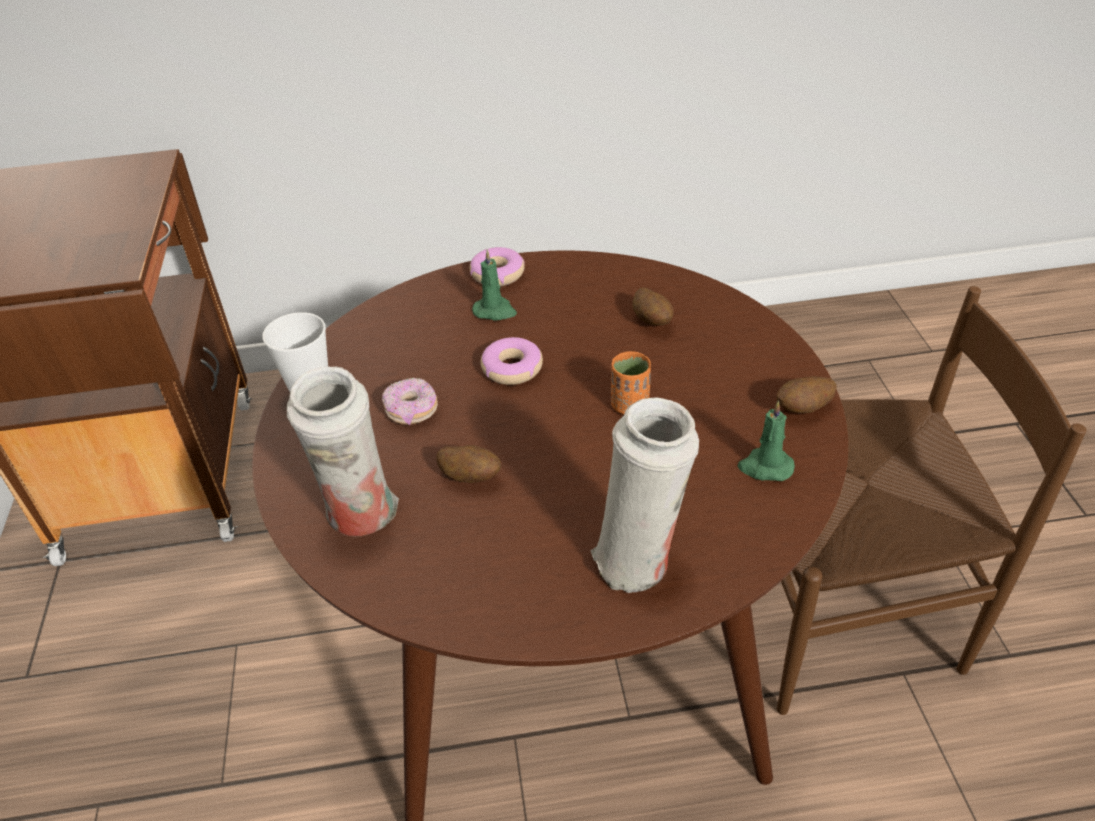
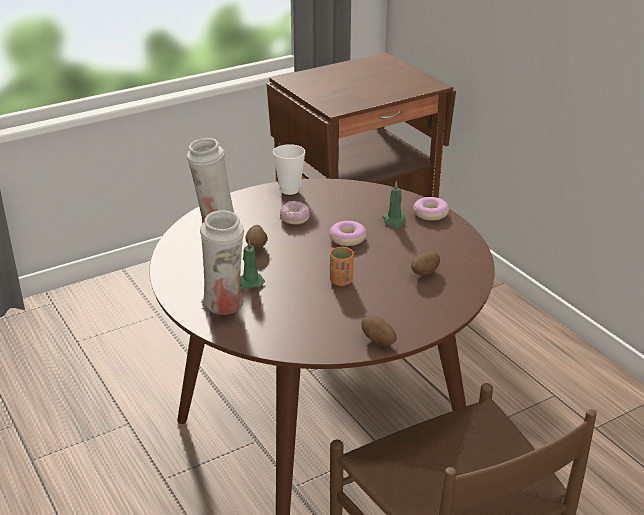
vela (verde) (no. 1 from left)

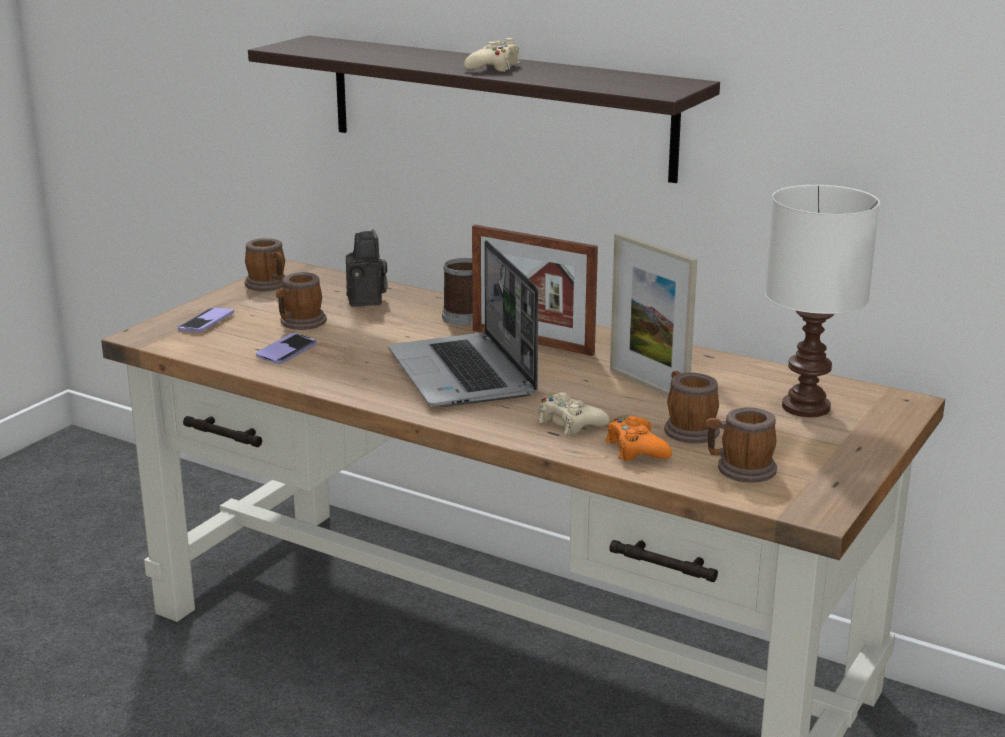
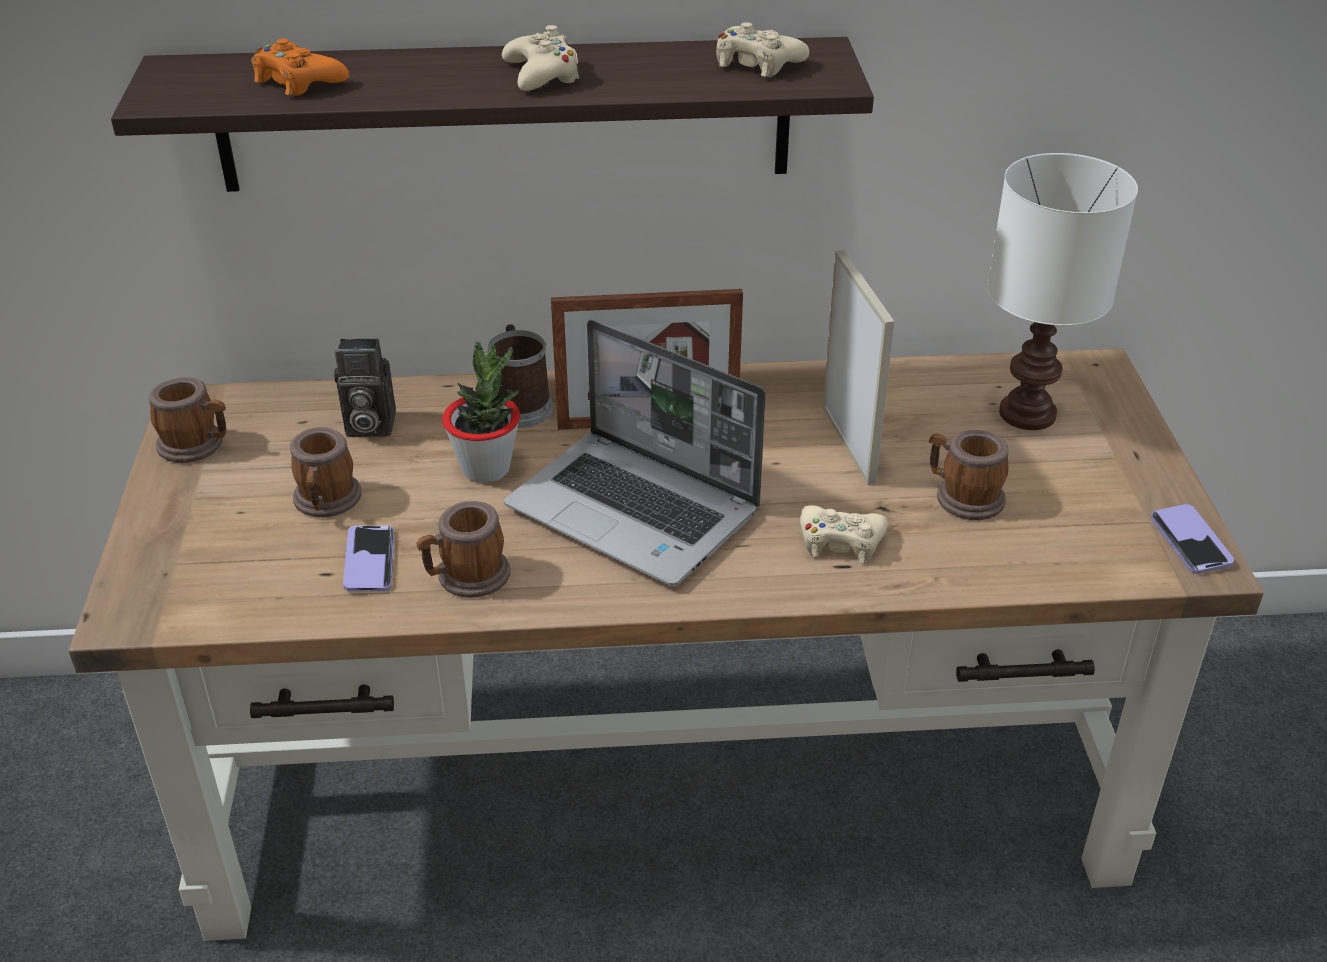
cámara
portarretratos (no. 2 from left)
móvil (no. 2 from left)
taza grande (no. 3 from left)
mando de consola (naranja)
mando de consola (beis) (no. 2 from left)
planta en maceta

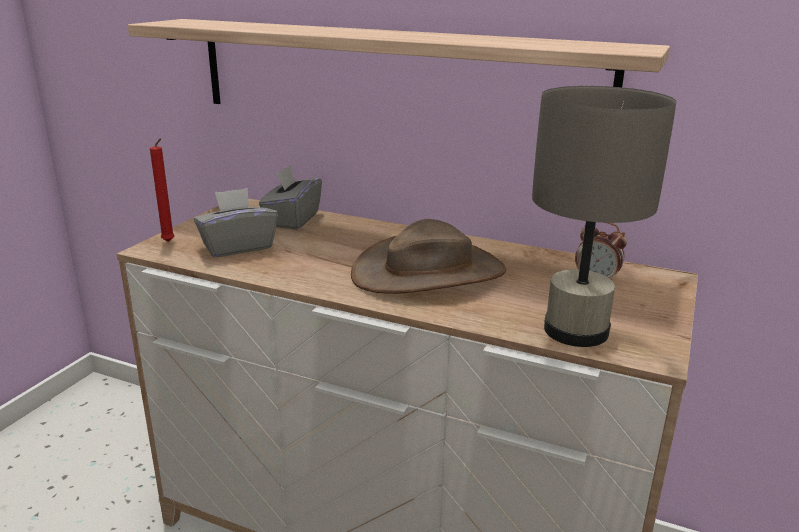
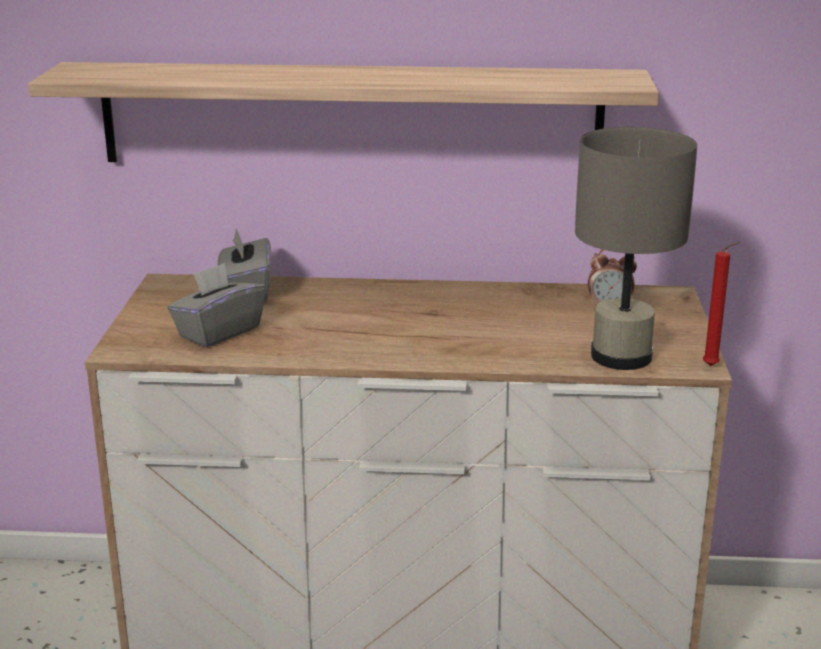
vela (rojo)
sombrero (marrón)

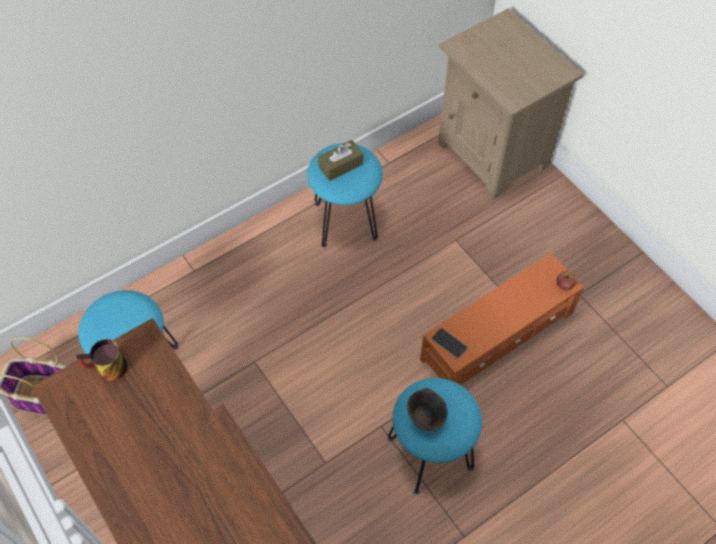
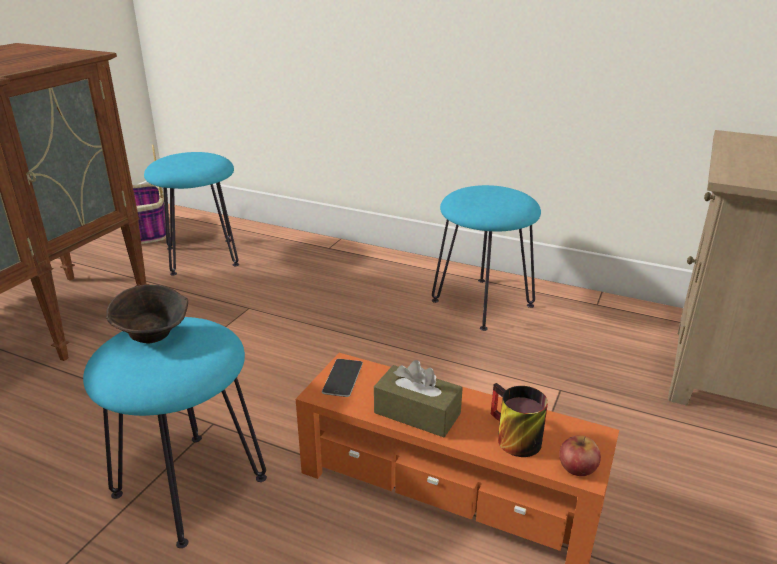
caja de pañuelos (marrón)
taza grande

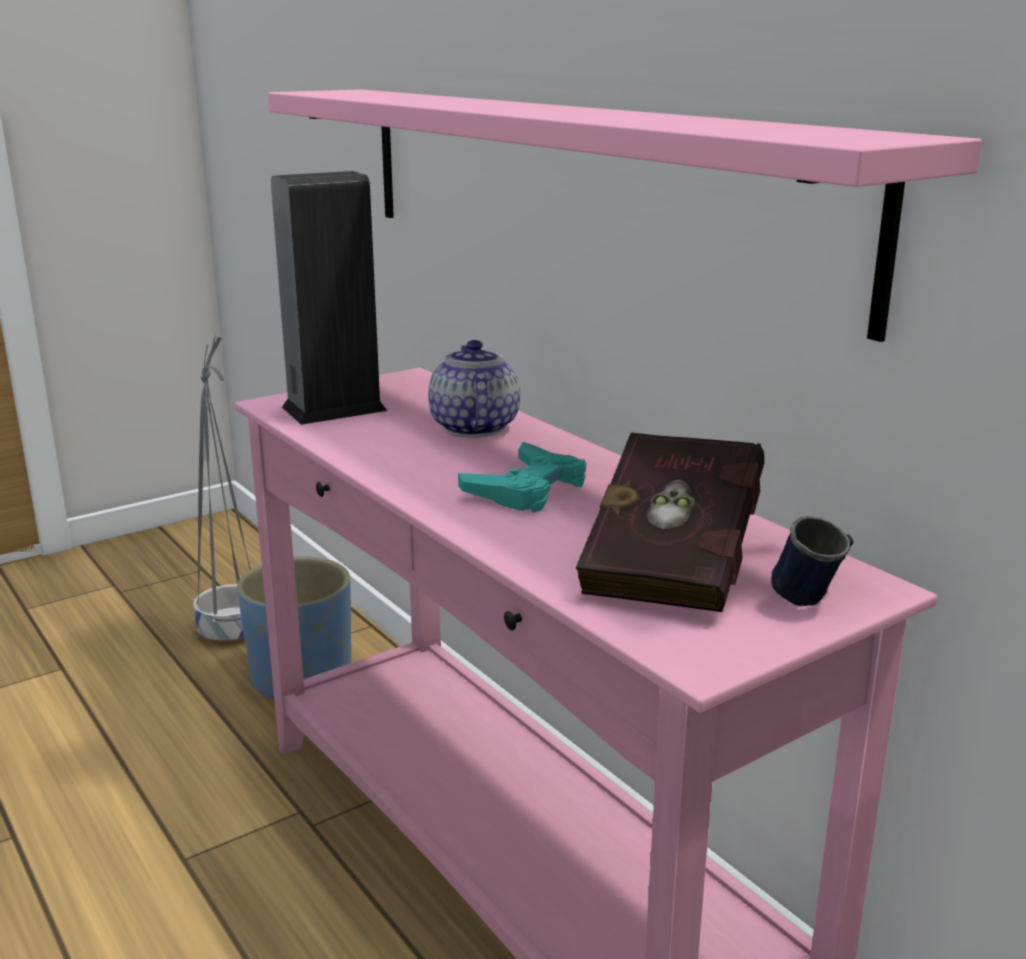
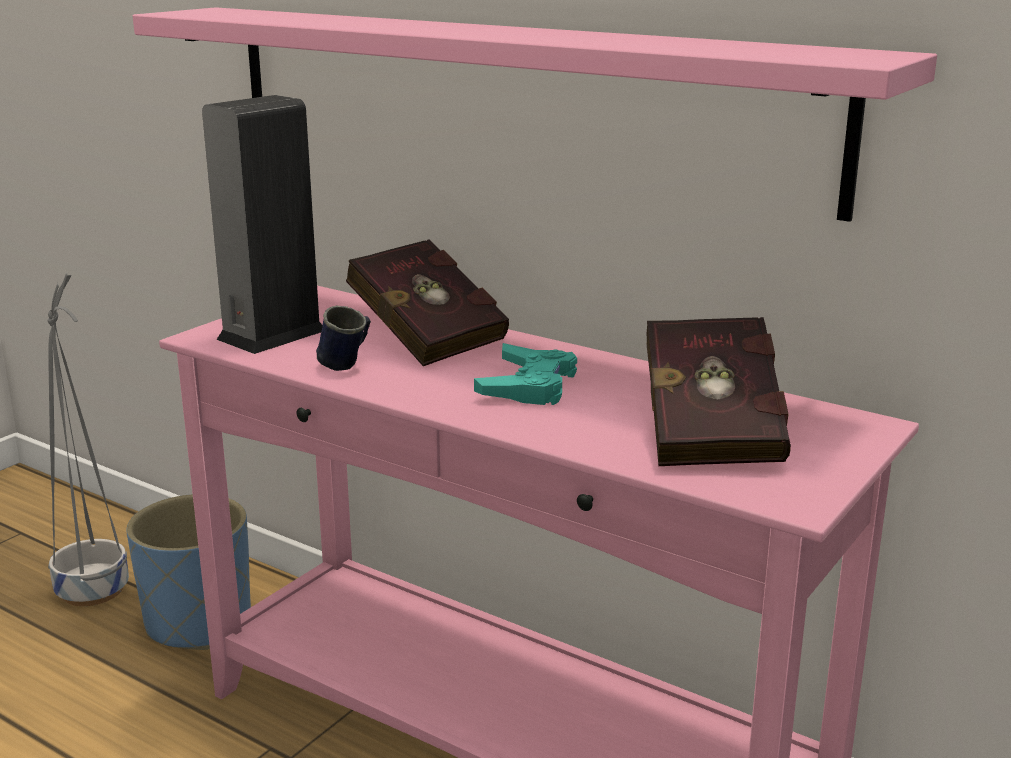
libro (rojo) (no. 1 from left)
taza grande (azul)

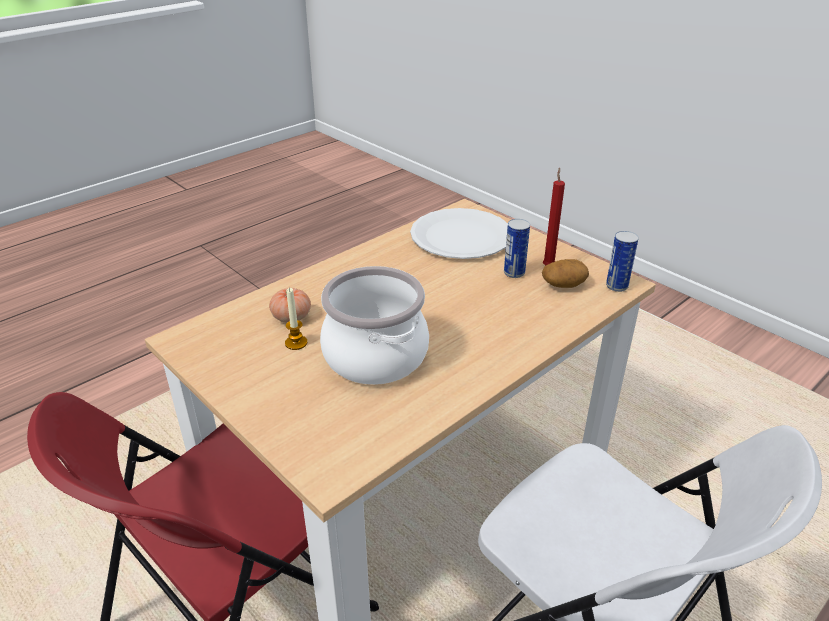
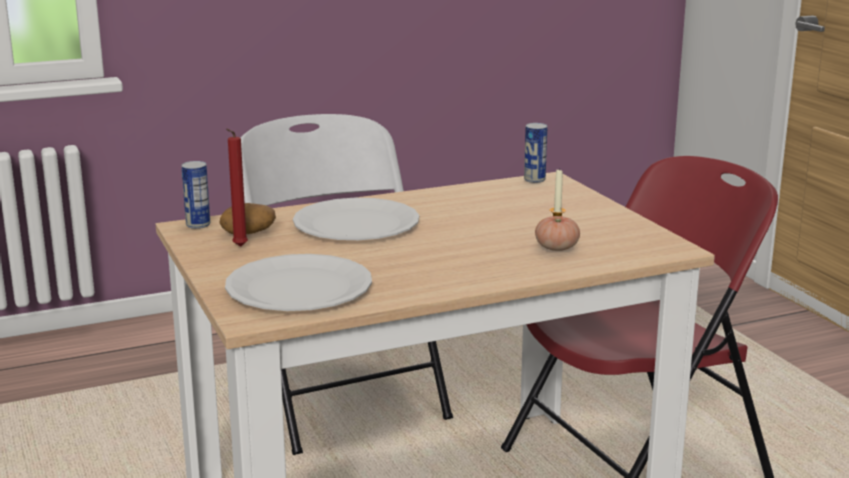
lata (no. 2 from left)
olla
plato (blanco) (no. 2 from left)

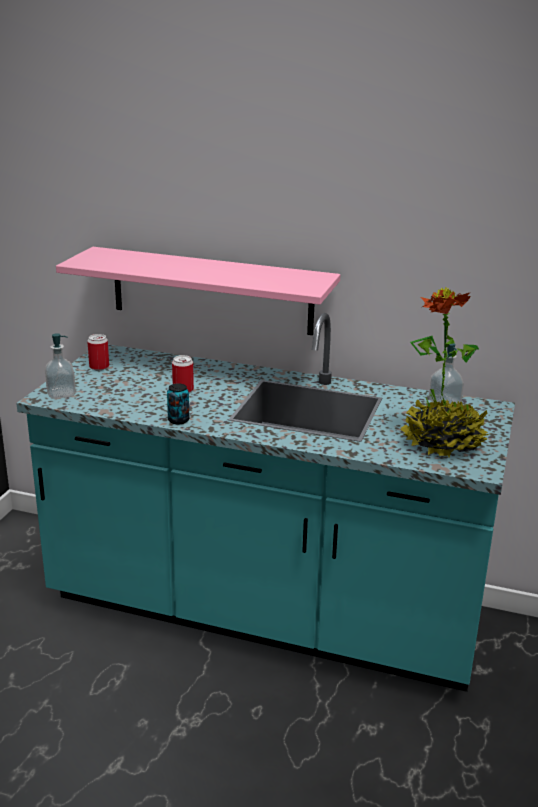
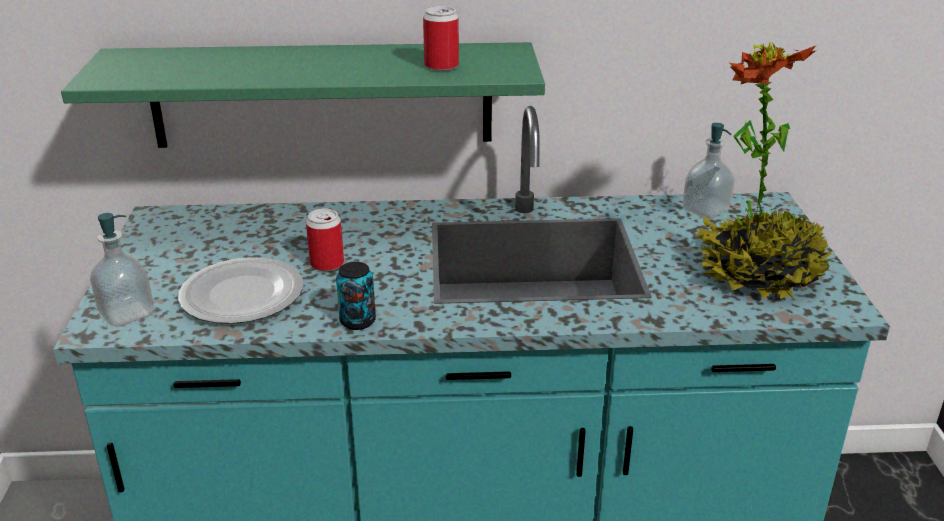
estante (verde)
lata (no. 3 from left)
plato

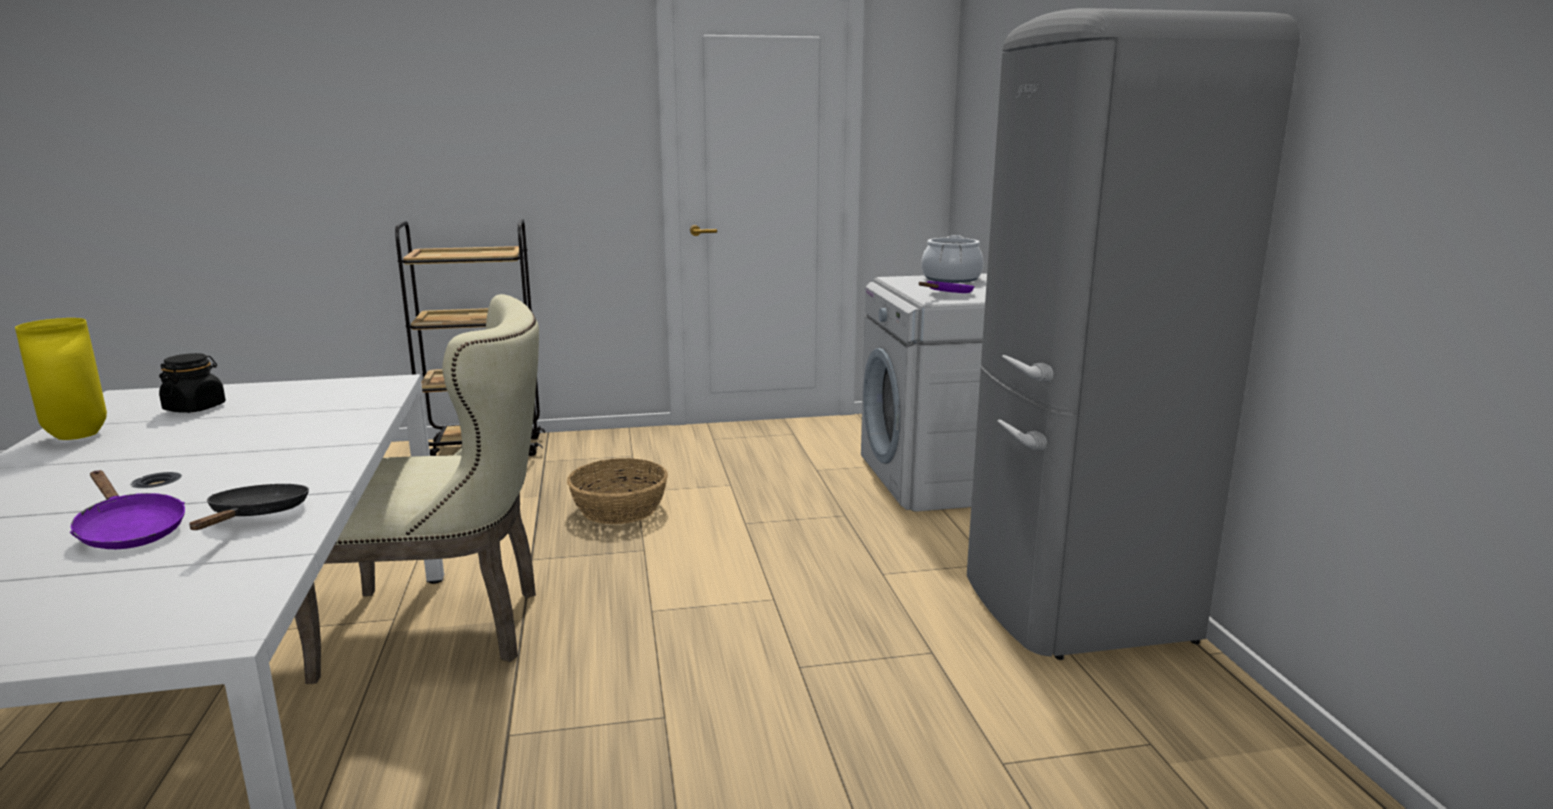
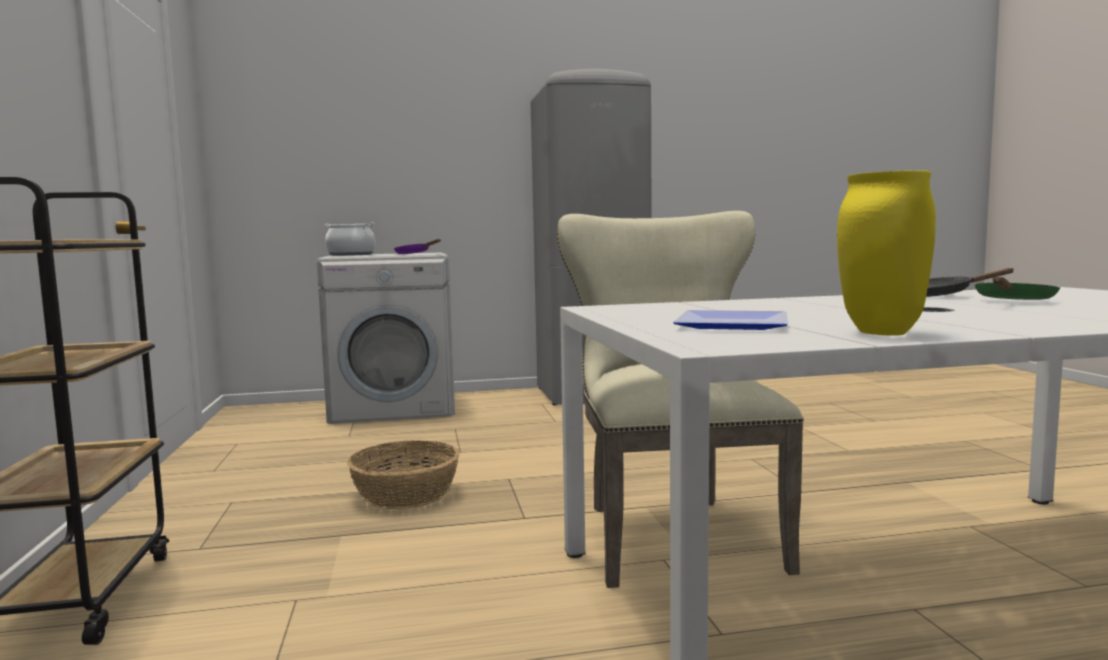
plato
sartén (verde)

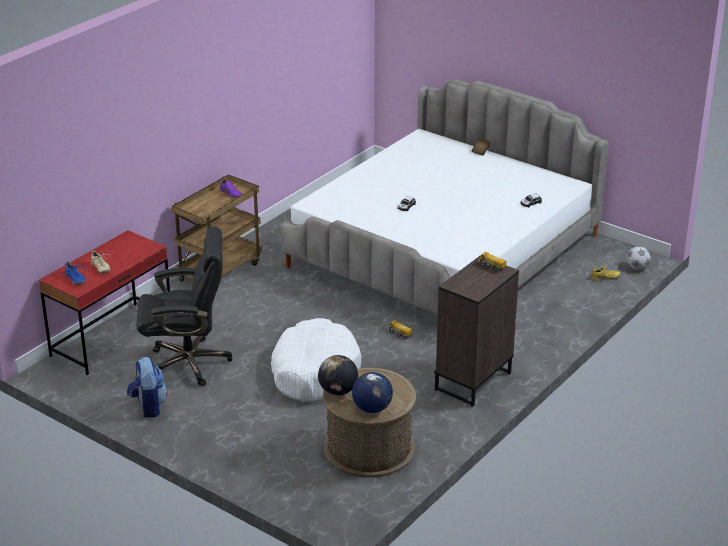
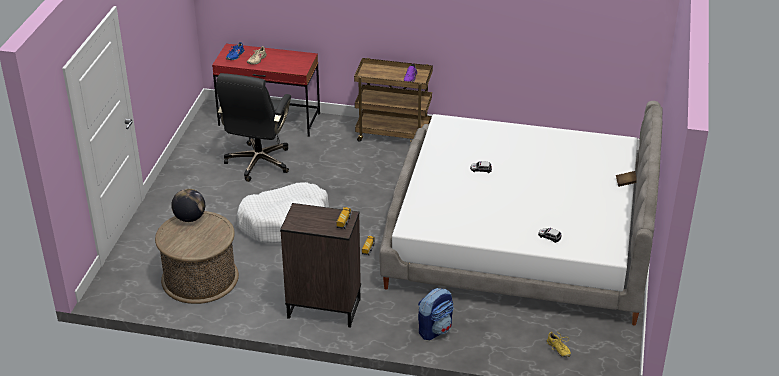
silla de oficina (negro)
balón de fútbol
mochila
globo terráqueo (no. 2 from left in the first image)

